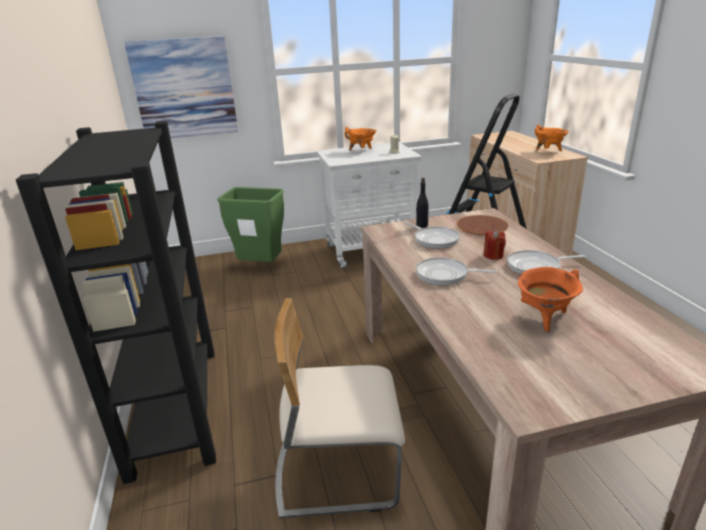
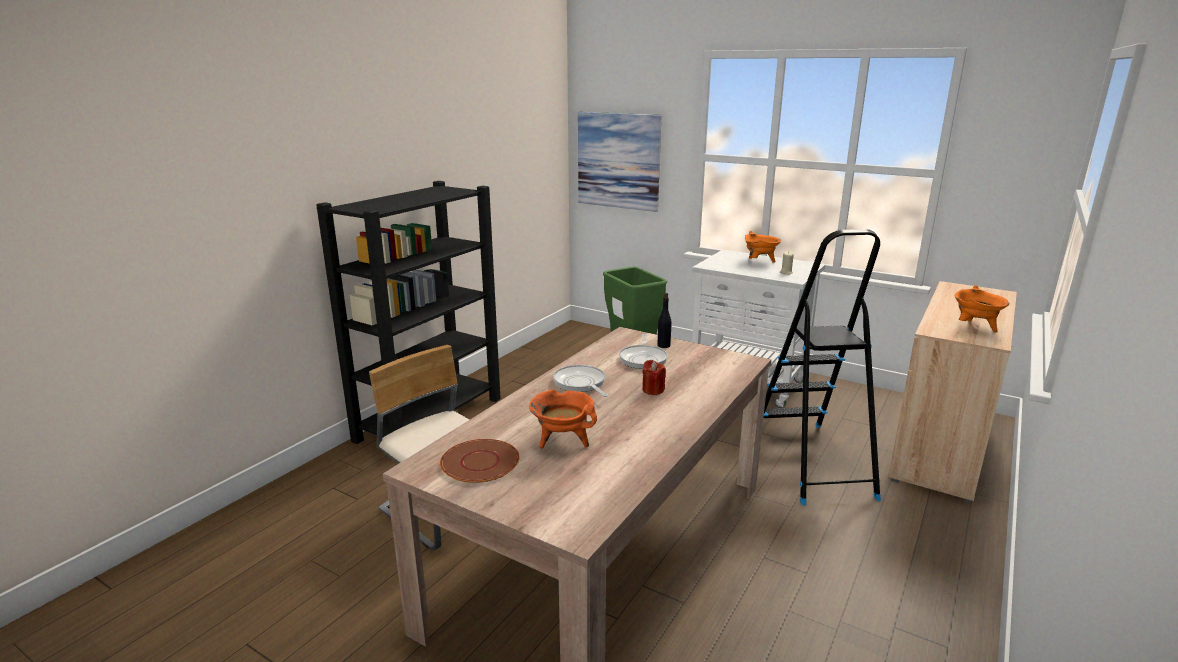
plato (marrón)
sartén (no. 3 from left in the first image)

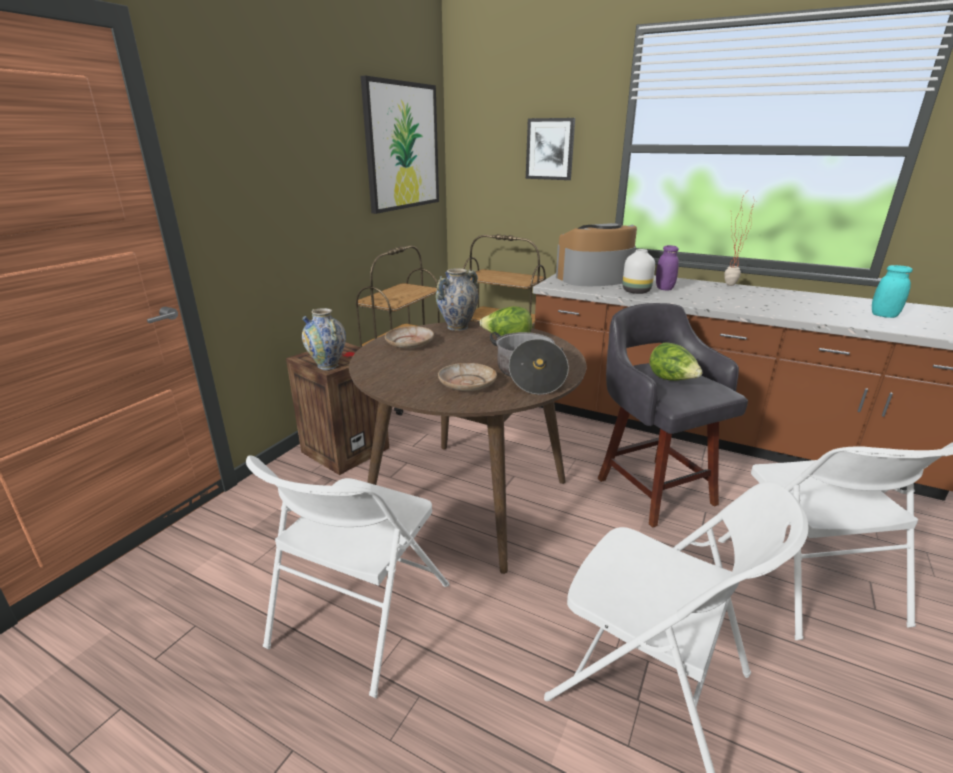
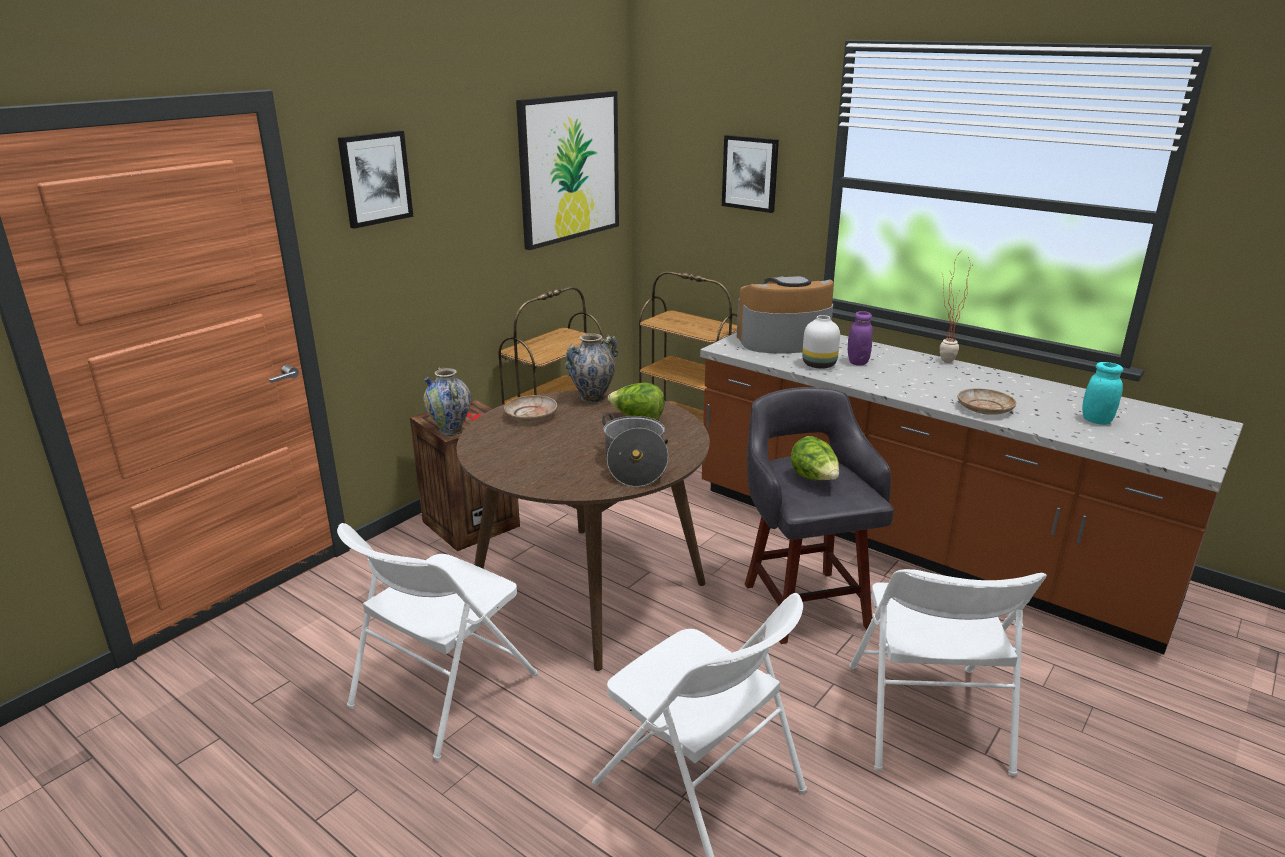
plato (beis) (no. 2 from left)
cuadro (no. 1 from left)

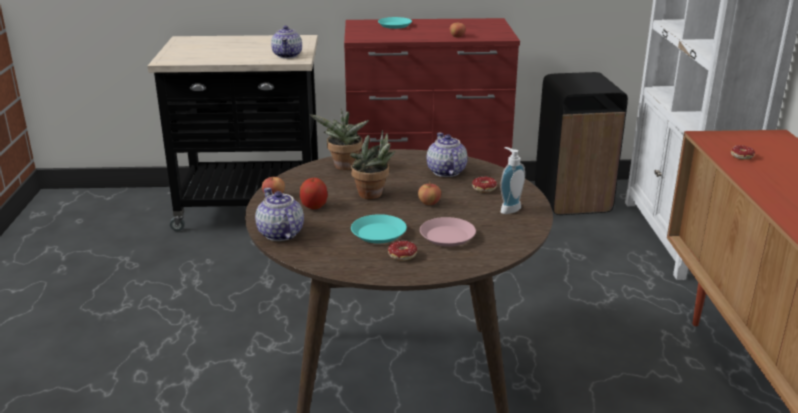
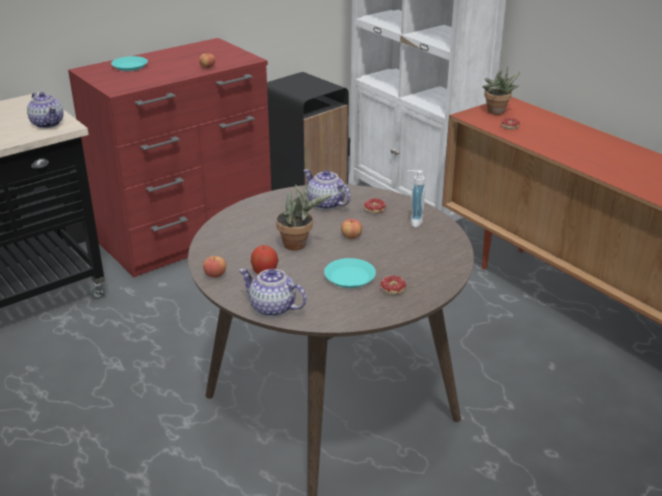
planta en maceta (no. 2 from left)
plato (rosa)

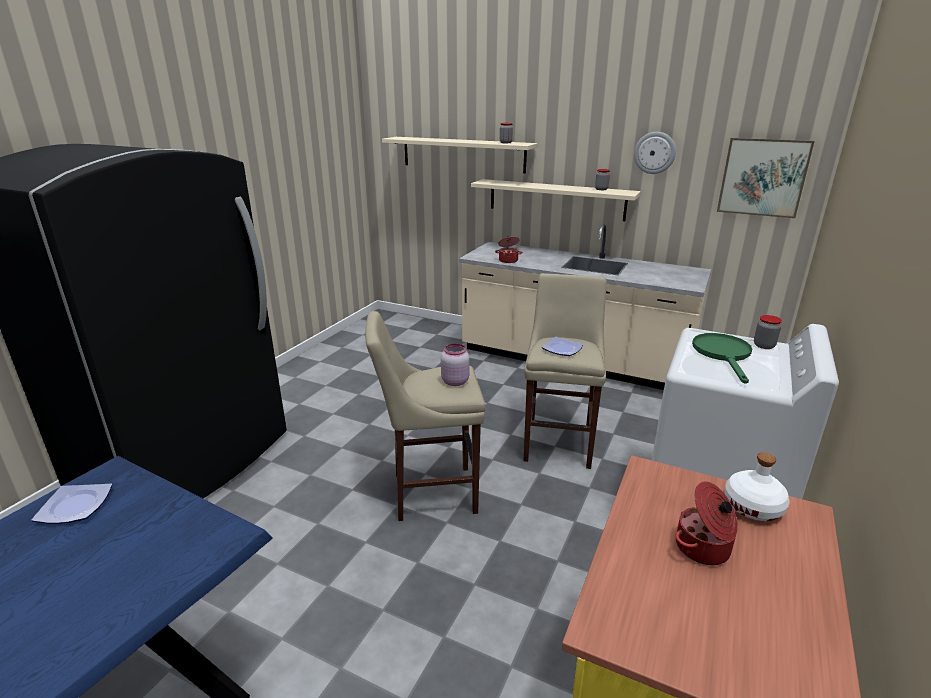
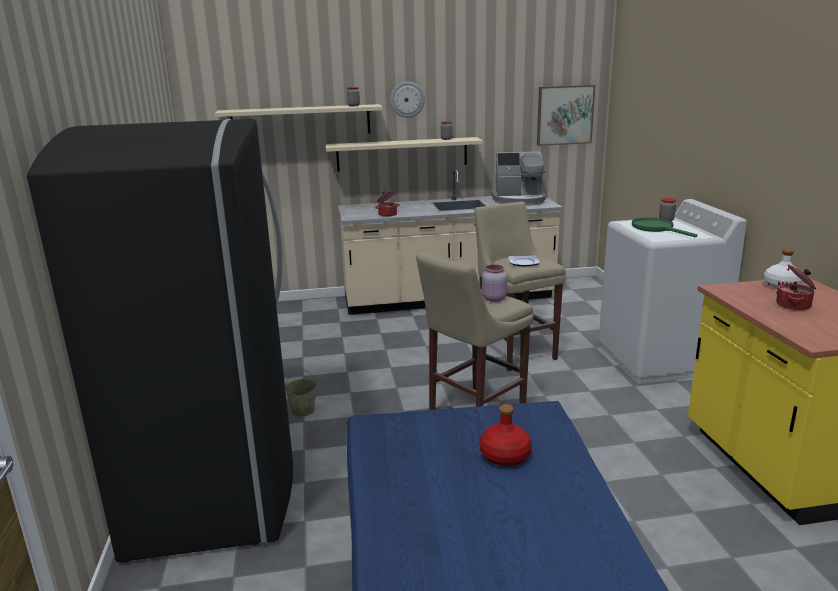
reloj de pared
plato (no. 1 from left in the first image)
cafetera
cubo (beis)
botella (rojo)

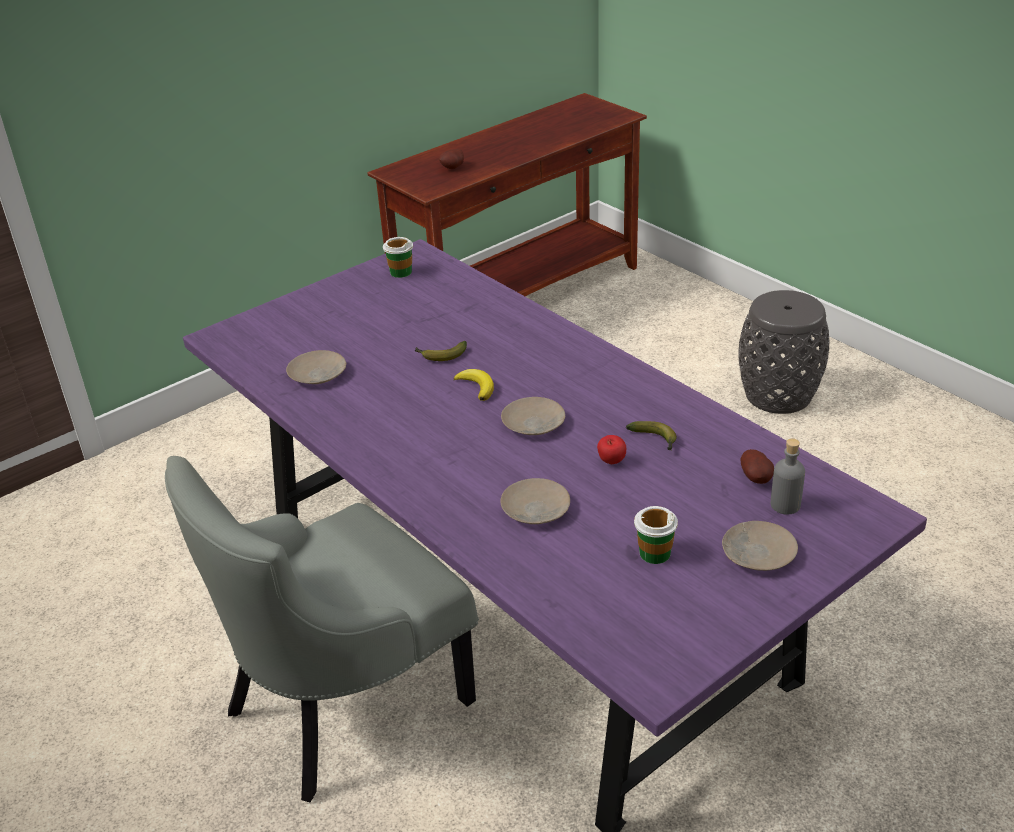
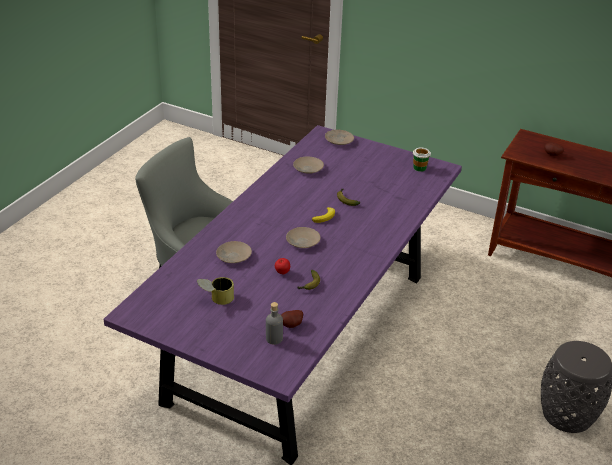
lata
plato (beis) (no. 4 from left)

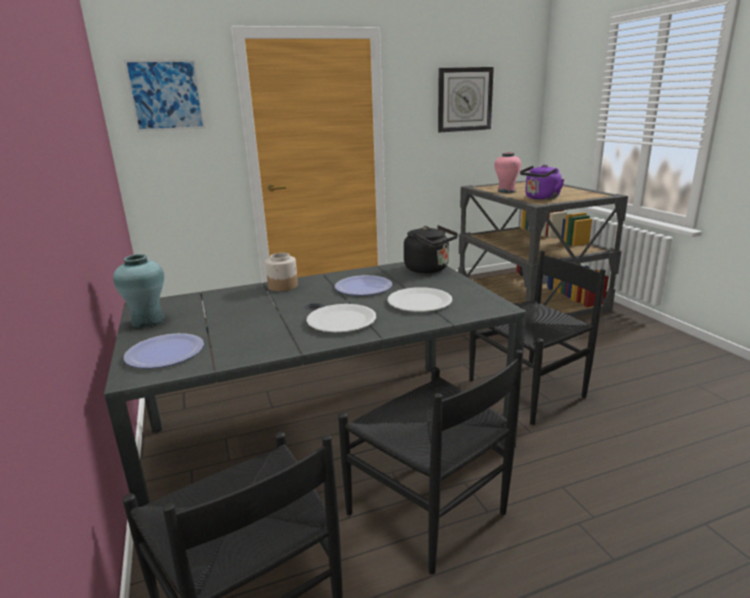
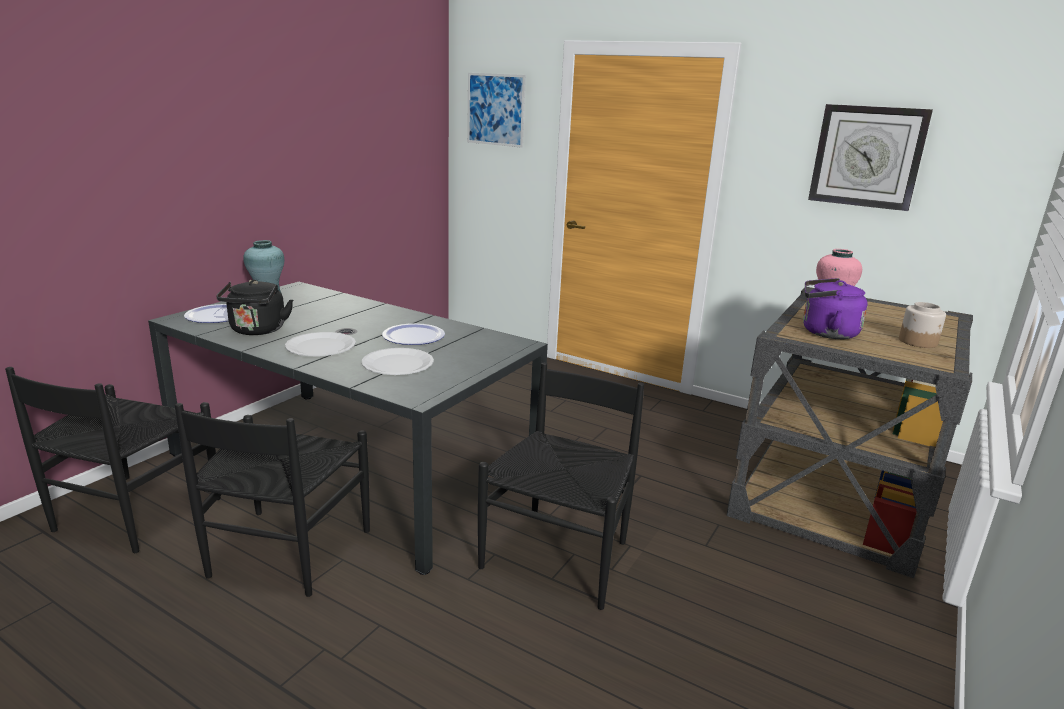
hervidor (negro)
silla (negro) (no. 3 from left)
tarro

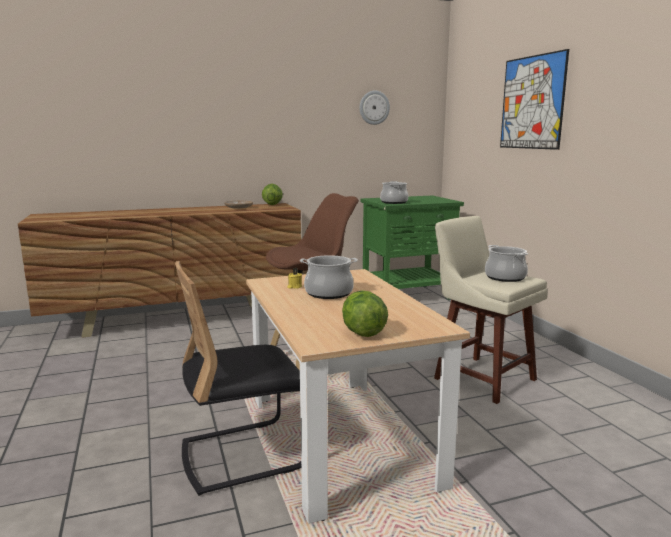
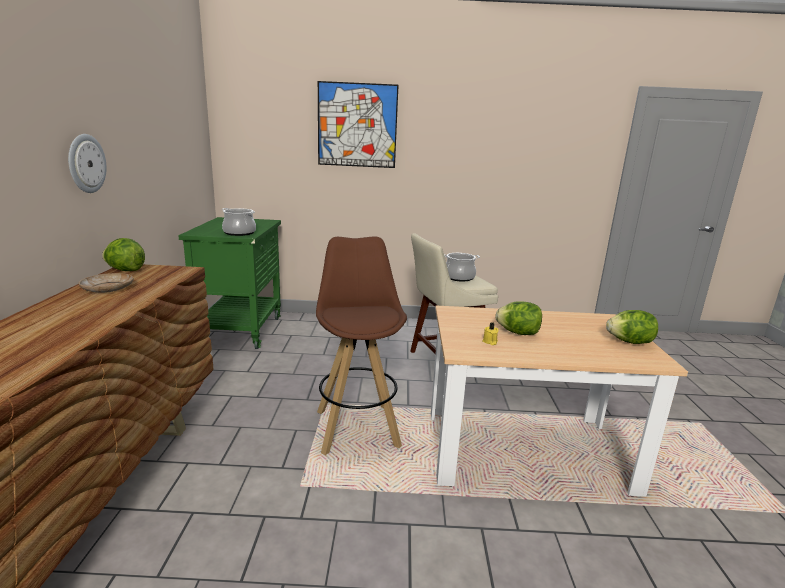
reloj de pared
lechuga (no. 2 from left)
silla (negro)

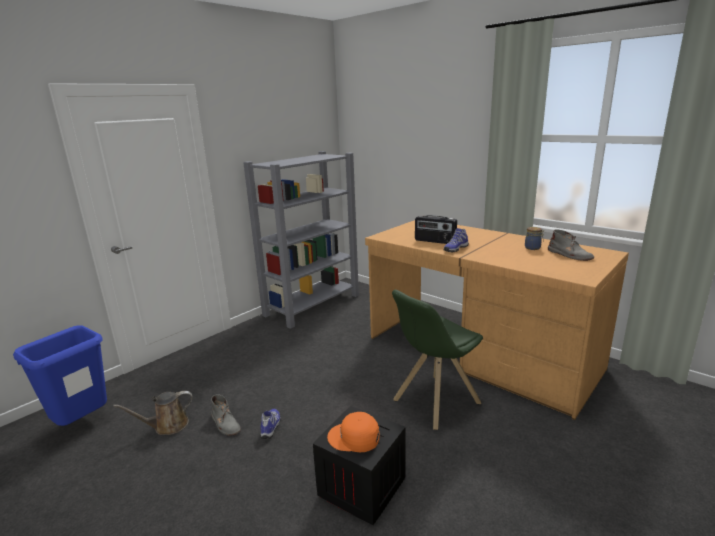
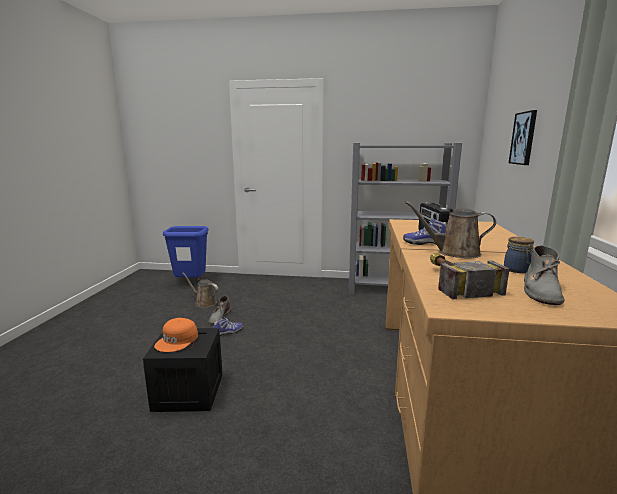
silla (verde)
gorra (naranja)
cuadro
regadera (marrón) (no. 2 from left)
martillo

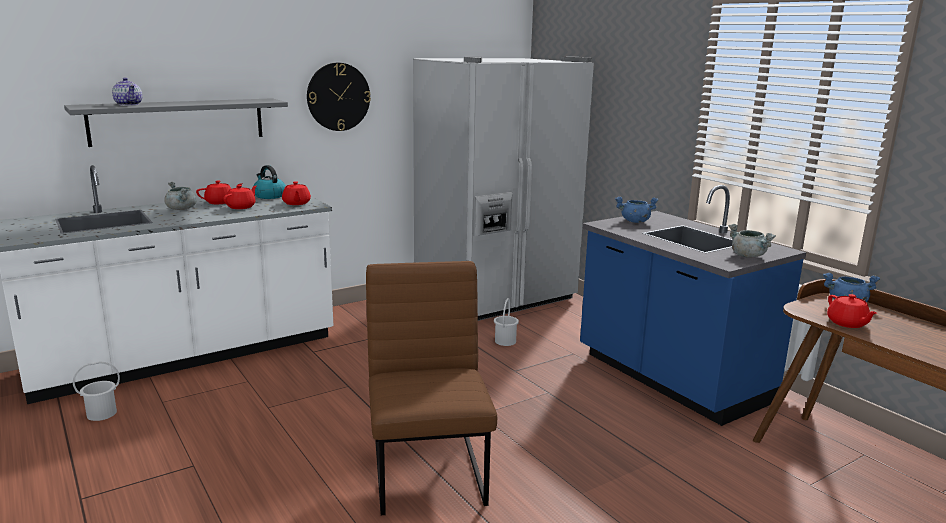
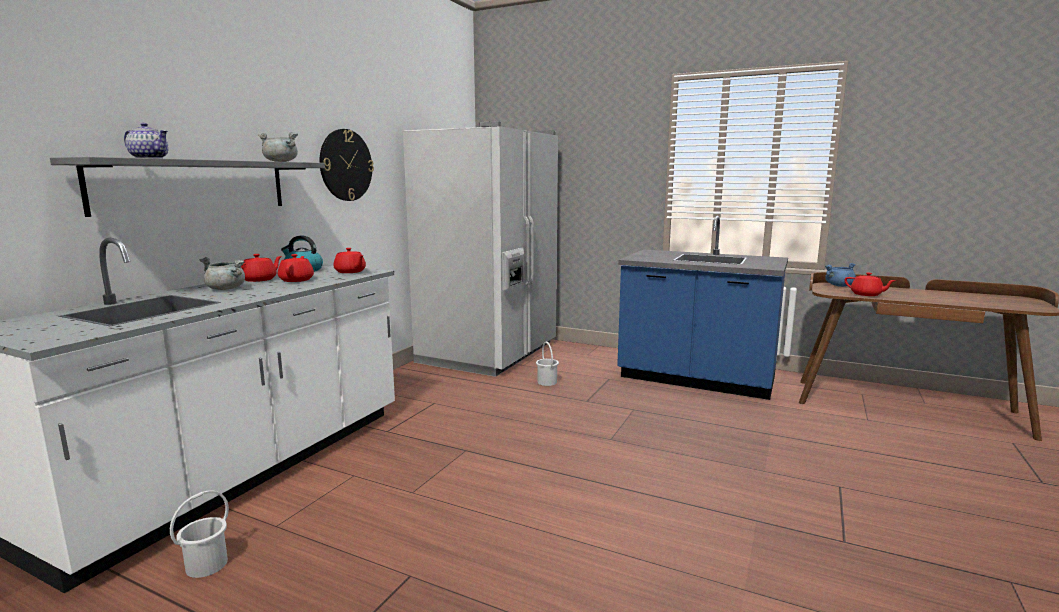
olla (azul) (no. 1 from left in the first image)
olla (gris) (no. 2 from left)
silla (marrón)

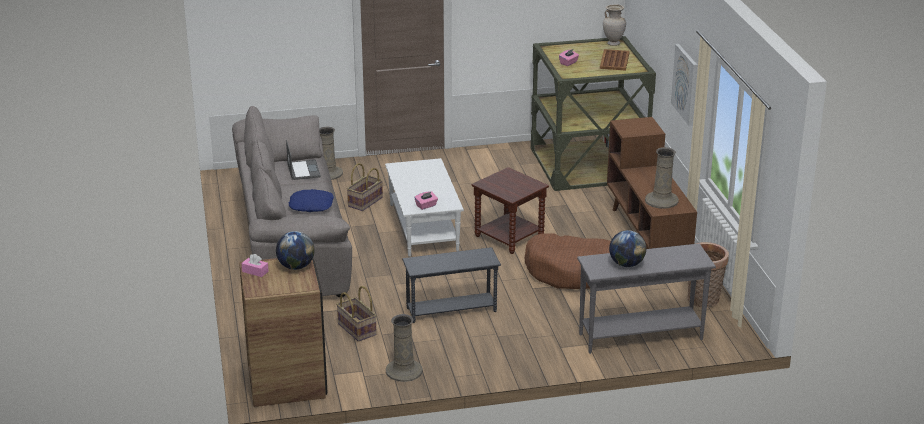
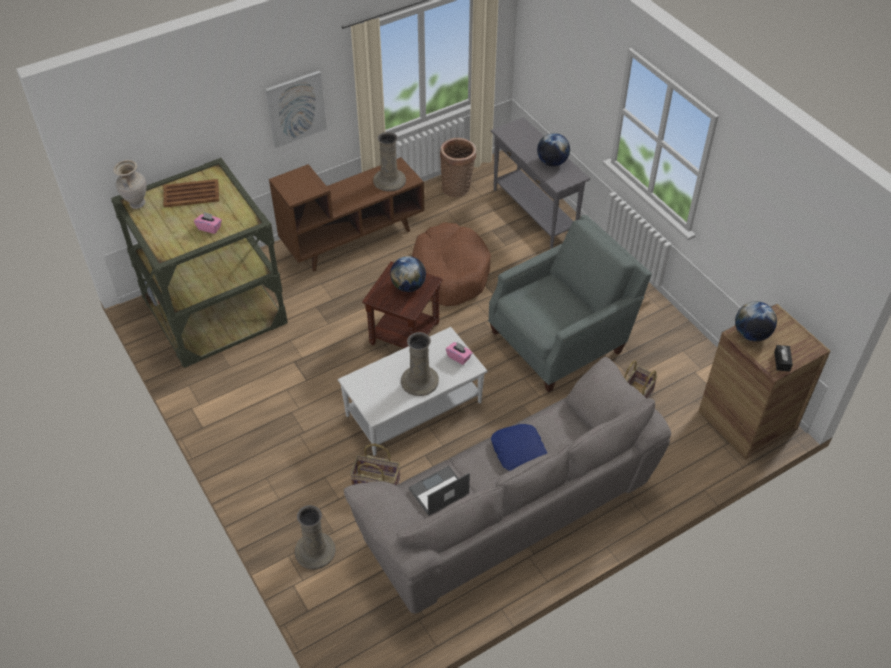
sillón (gris)
caja de pañuelos (negro)
florero (beis) (no. 4 from left)
globo terráqueo (no. 1 from left)

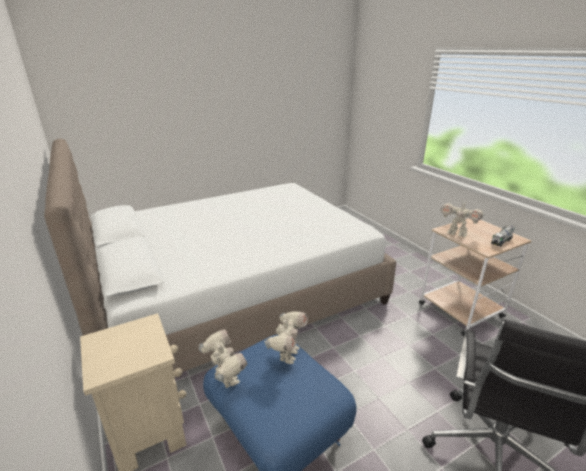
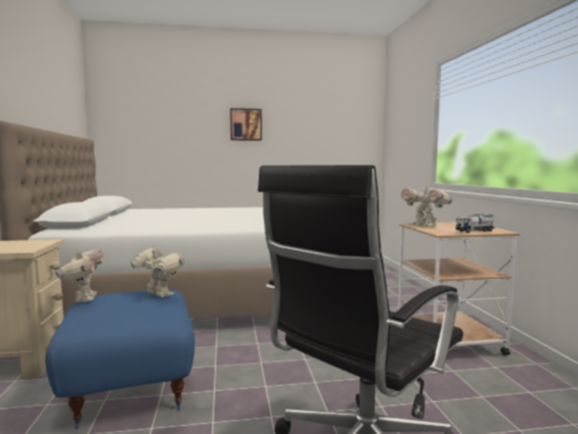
robot de juguete (no. 2 from left)
cuadro

